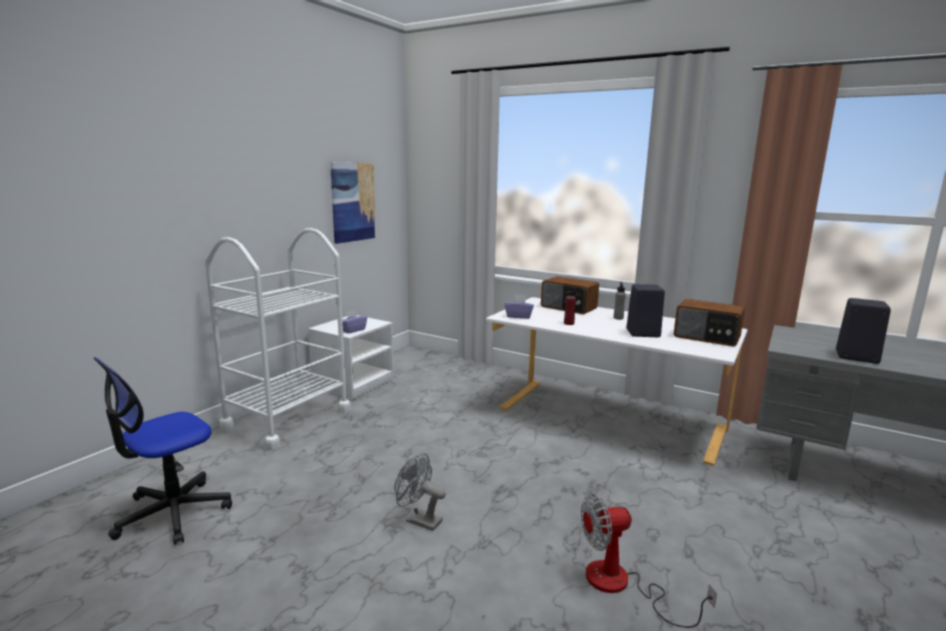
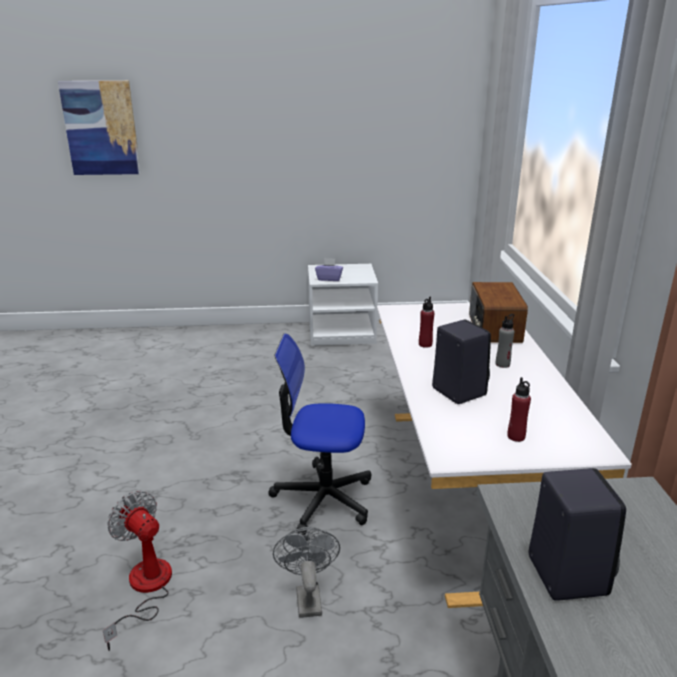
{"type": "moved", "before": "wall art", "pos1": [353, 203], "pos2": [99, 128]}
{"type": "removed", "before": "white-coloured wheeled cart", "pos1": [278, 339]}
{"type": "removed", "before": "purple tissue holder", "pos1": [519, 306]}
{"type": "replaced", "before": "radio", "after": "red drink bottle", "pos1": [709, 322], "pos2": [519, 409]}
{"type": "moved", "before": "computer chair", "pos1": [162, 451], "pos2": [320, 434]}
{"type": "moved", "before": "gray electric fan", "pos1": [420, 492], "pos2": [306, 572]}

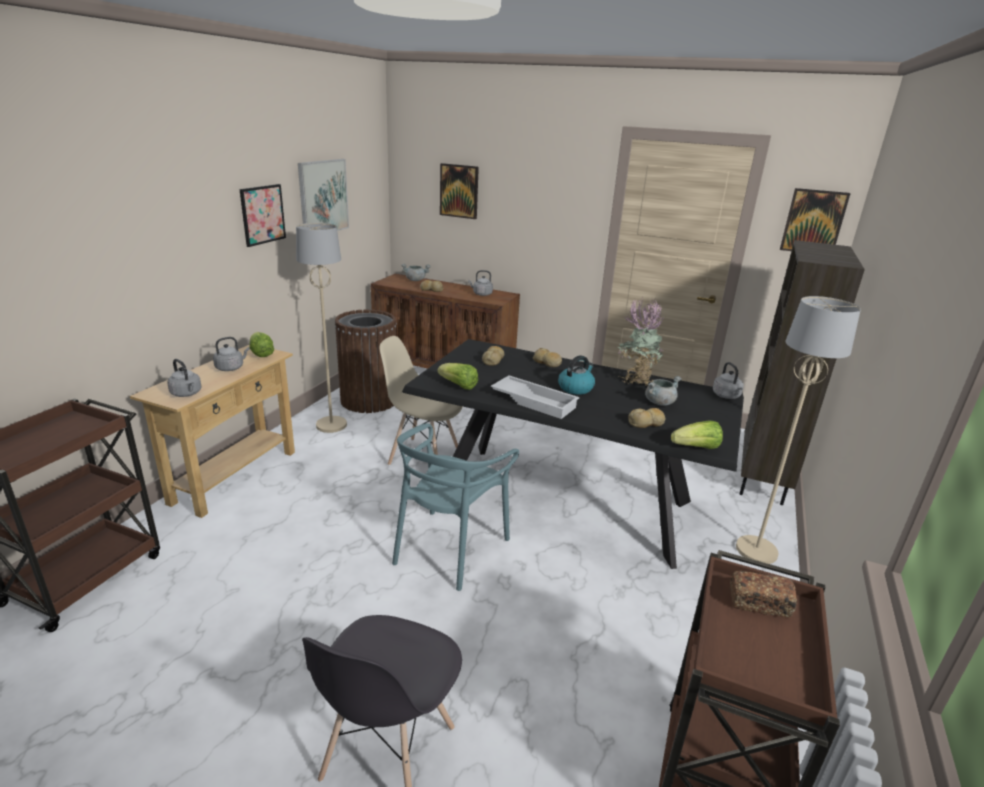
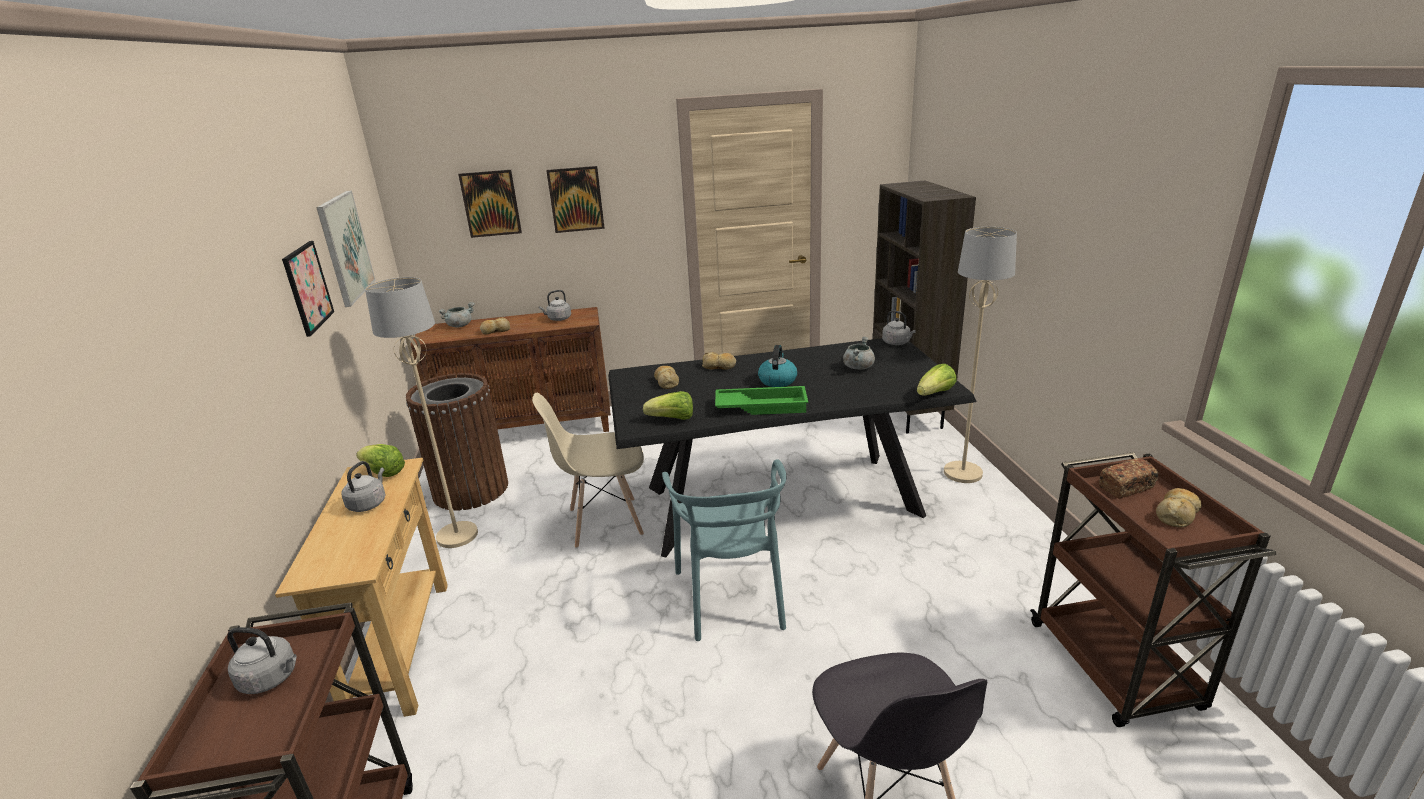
{"type": "moved", "before": "wall art", "pos1": [815, 219], "pos2": [575, 199]}
{"type": "removed", "before": "potted plant", "pos1": [641, 342]}
{"type": "moved", "before": "gray water kettle", "pos1": [184, 378], "pos2": [262, 660]}
{"type": "recoloured", "before": "white-coloured carrying tray", "after": "green carrying tray", "pos1": [535, 397], "pos2": [761, 400]}
{"type": "moved", "before": "bread", "pos1": [647, 418], "pos2": [1178, 508]}

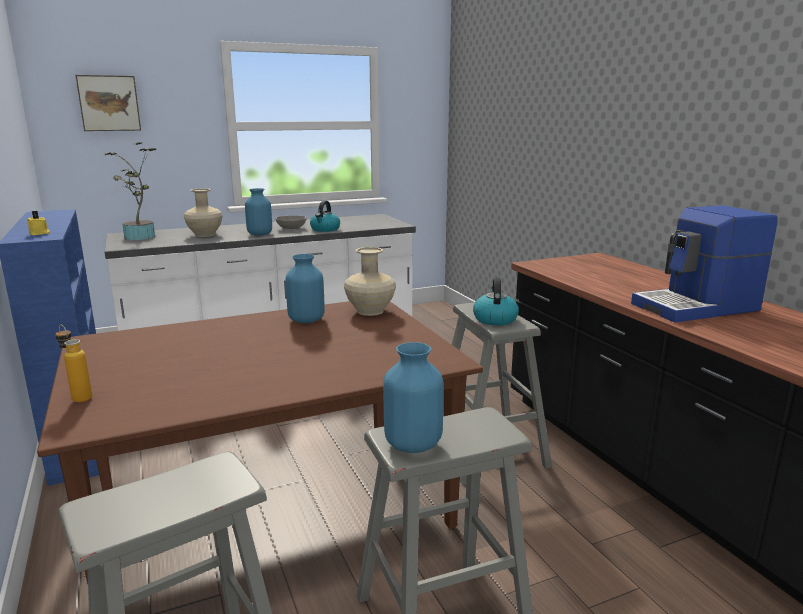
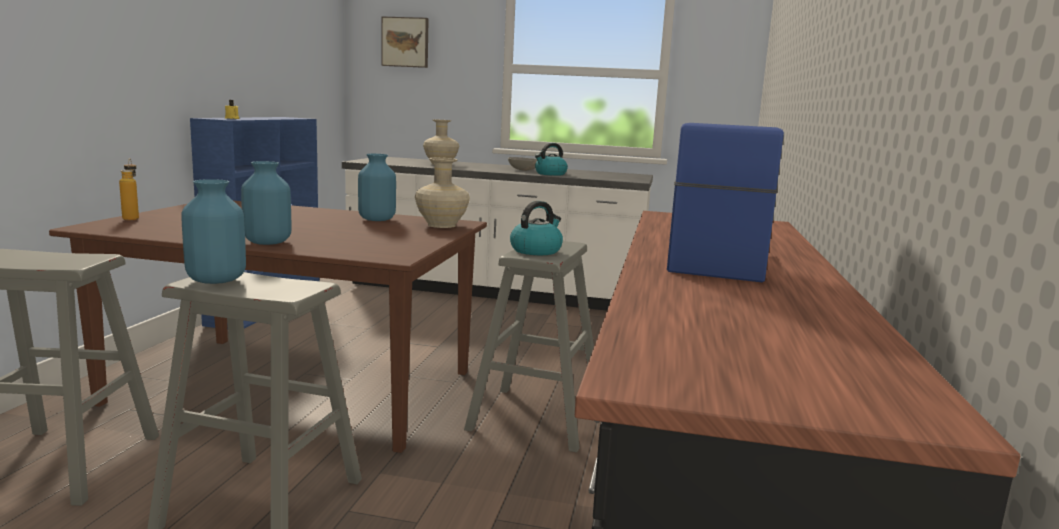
{"type": "removed", "before": "potted plant", "pos1": [130, 191]}
{"type": "moved", "before": "blue decorative vase", "pos1": [258, 211], "pos2": [266, 203]}
{"type": "turned", "before": "coffee brewer", "pos1": [704, 264], "pos2": [725, 202], "turn": 90}

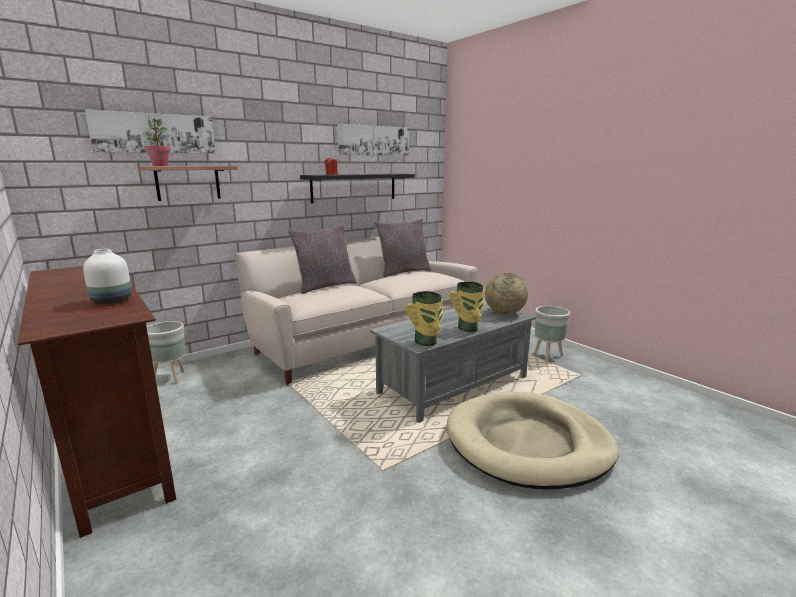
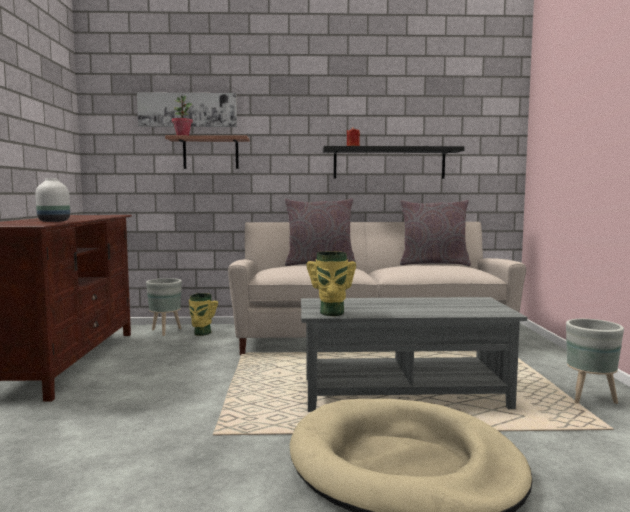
{"type": "removed", "before": "wall art", "pos1": [373, 140]}
{"type": "removed", "before": "world globe", "pos1": [506, 294]}
{"type": "moved", "before": "decorative vase", "pos1": [466, 307], "pos2": [203, 314]}

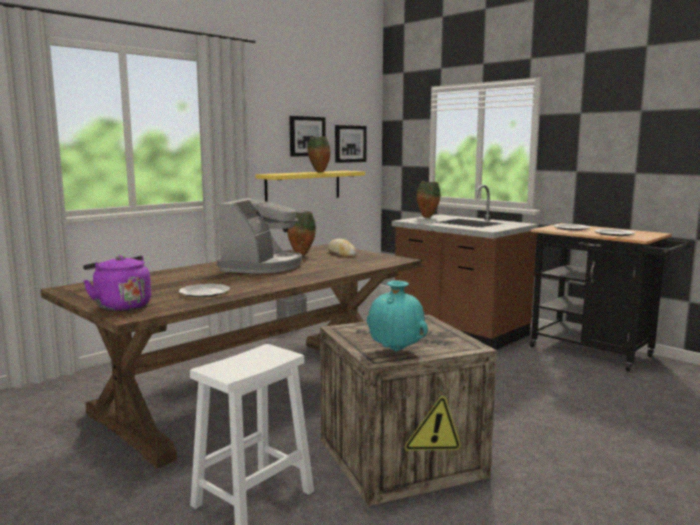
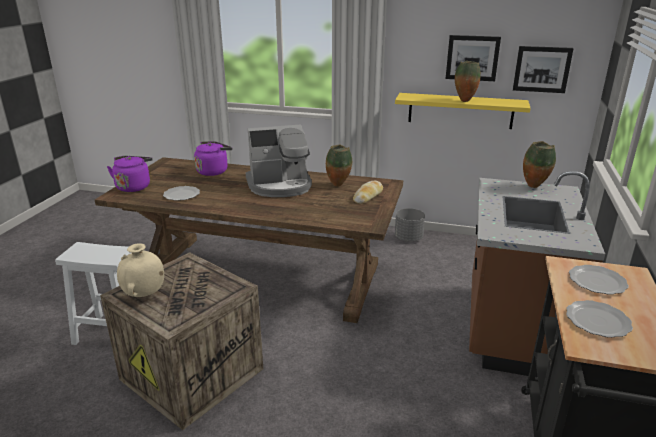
{"type": "recoloured", "before": "turquoise-coloured decorative vase", "after": "sand-coloured decorative vase", "pos1": [397, 316], "pos2": [140, 270]}
{"type": "added", "after": "purple water kettle", "pos2": [213, 158]}

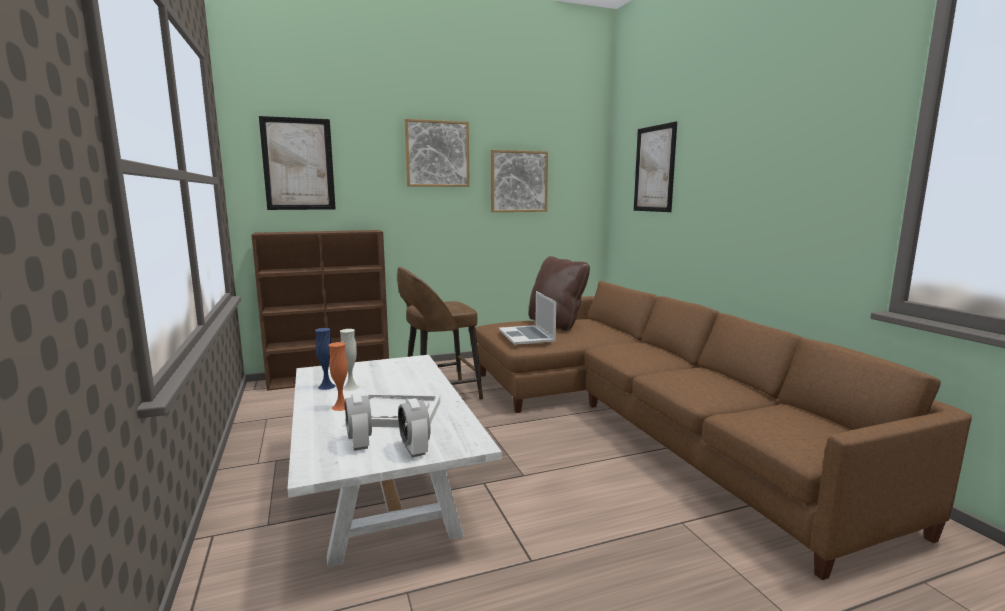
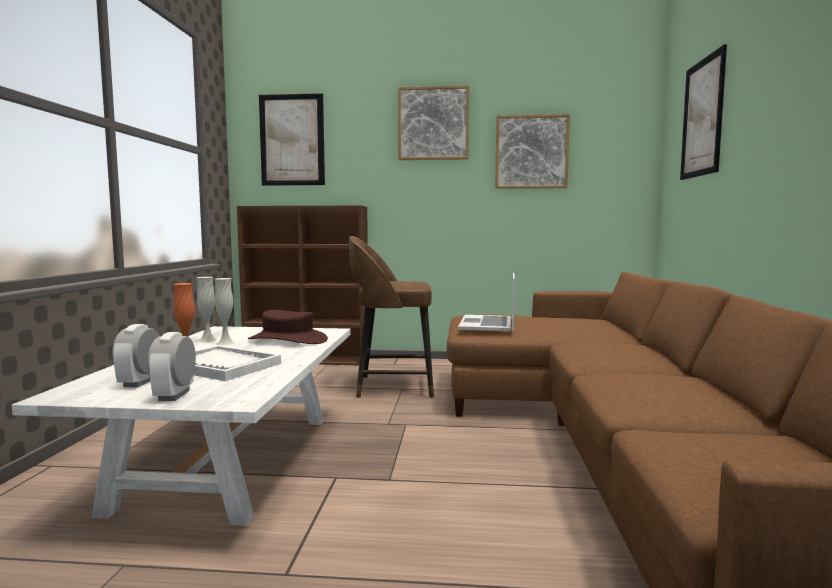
{"type": "removed", "before": "brownish pillow", "pos1": [559, 293]}
{"type": "recoloured", "before": "blue decorative vase", "after": "white-coloured decorative vase", "pos1": [325, 359], "pos2": [207, 309]}
{"type": "added", "after": "brownish clothing hat", "pos2": [288, 327]}

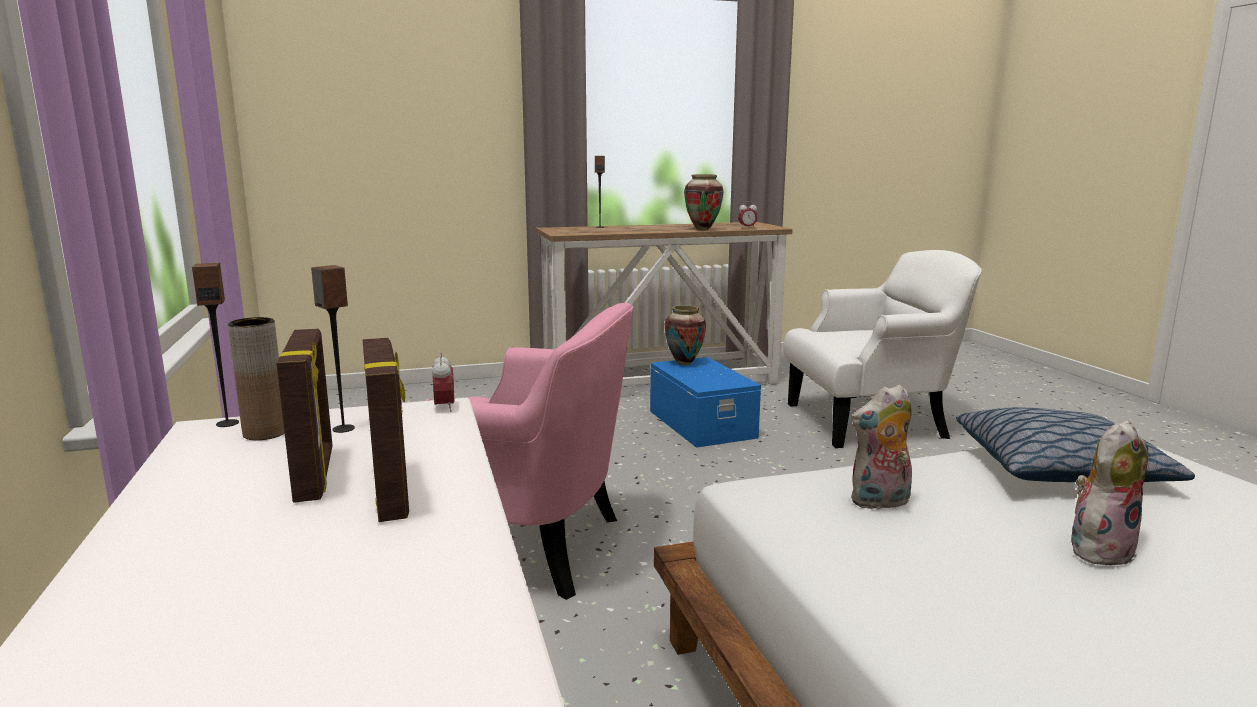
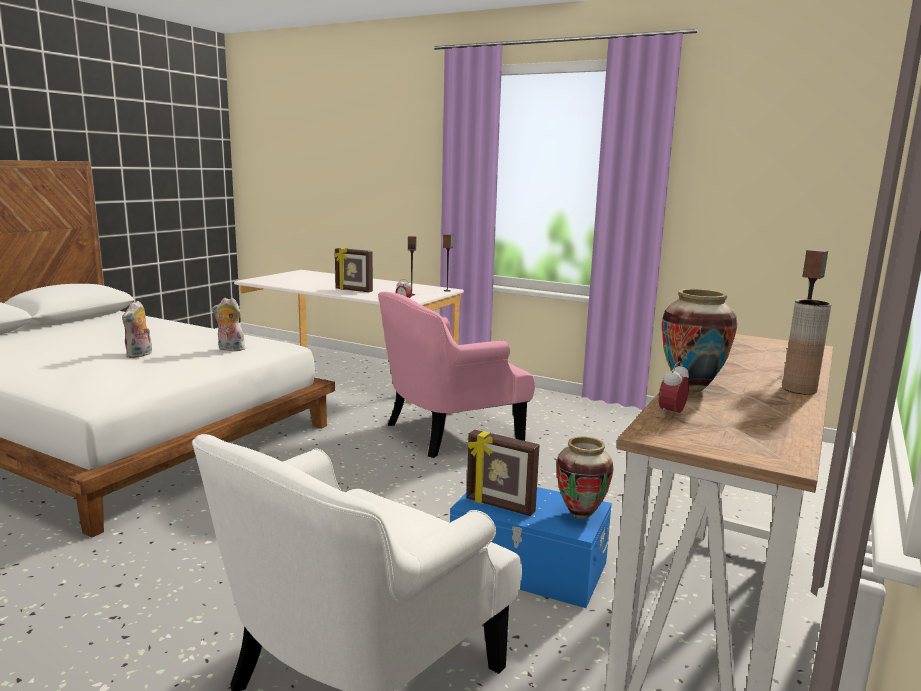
{"type": "moved", "before": "brownish decorative vase", "pos1": [256, 378], "pos2": [806, 347]}
{"type": "moved", "before": "picture frame", "pos1": [304, 416], "pos2": [503, 473]}
{"type": "turned", "before": "plush toy", "pos1": [881, 447], "pos2": [229, 324], "turn": -105}
{"type": "removed", "before": "pillow", "pos1": [1075, 444]}

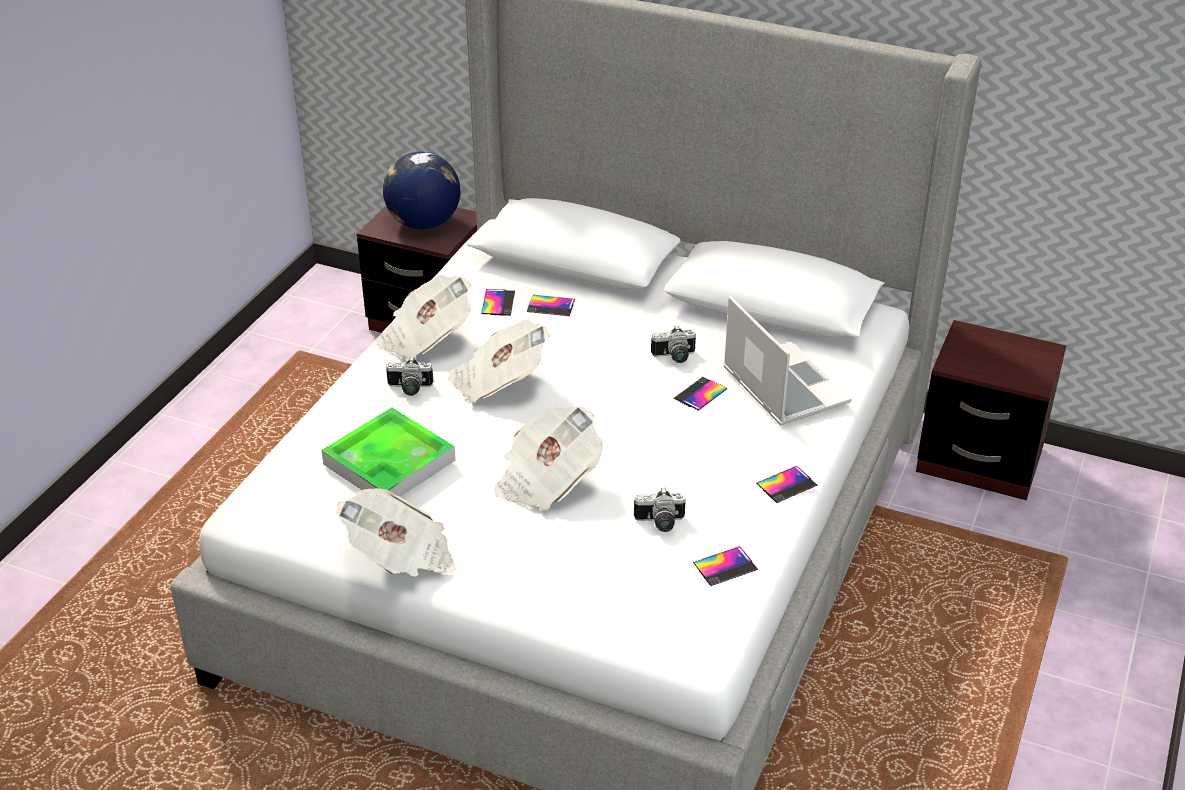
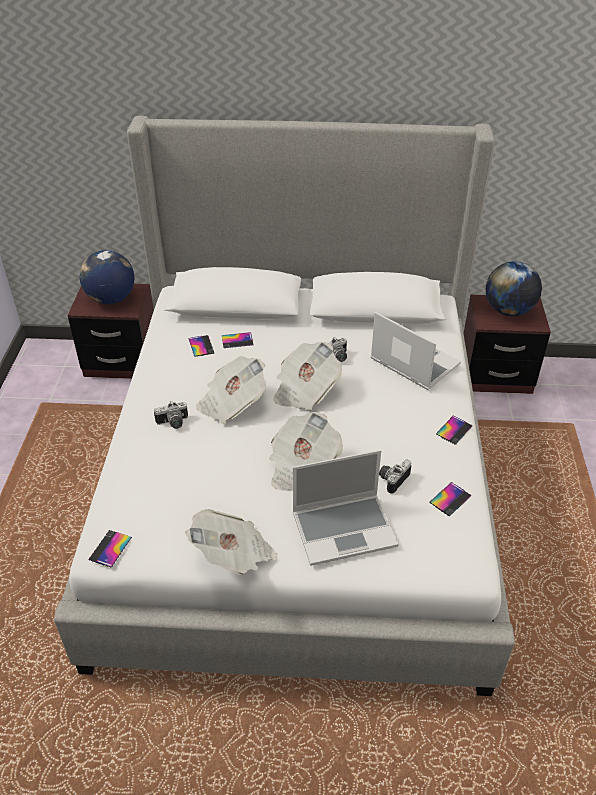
{"type": "moved", "before": "daily paper", "pos1": [423, 317], "pos2": [307, 376]}
{"type": "moved", "before": "telephone", "pos1": [701, 394], "pos2": [110, 549]}
{"type": "removed", "before": "carrying tray", "pos1": [388, 452]}
{"type": "turned", "before": "photo camera", "pos1": [660, 510], "pos2": [395, 476], "turn": 150}
{"type": "added", "after": "world globe", "pos2": [514, 288]}
{"type": "added", "after": "notebook computer", "pos2": [346, 508]}

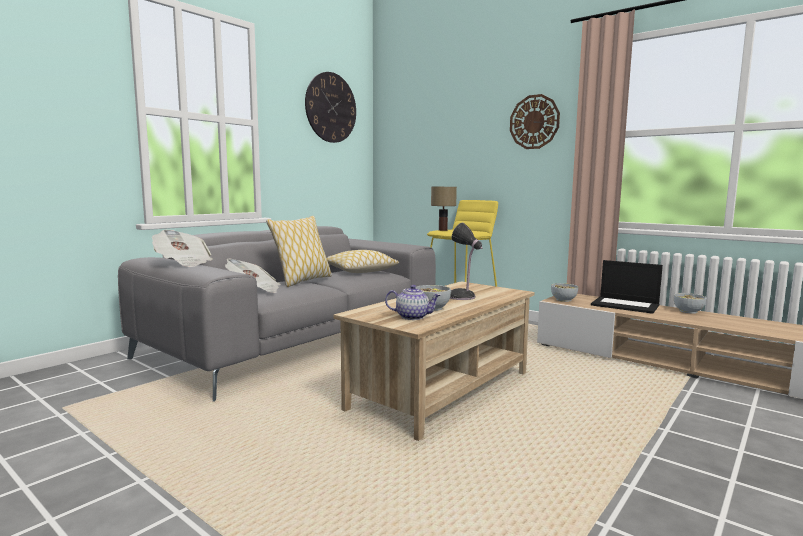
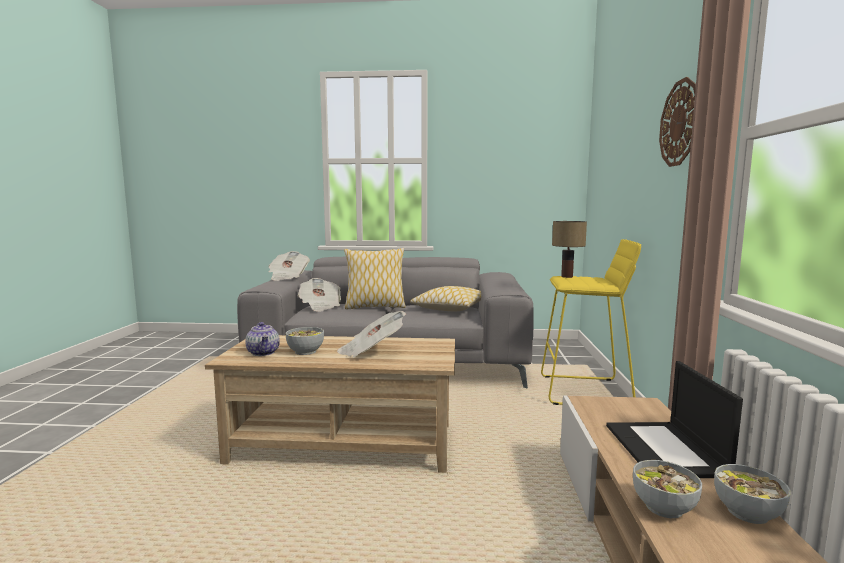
{"type": "removed", "before": "wall clock", "pos1": [330, 107]}
{"type": "replaced", "before": "lamp for a table", "after": "daily paper", "pos1": [466, 261], "pos2": [371, 334]}
{"type": "moved", "before": "serving bowl", "pos1": [564, 292], "pos2": [667, 489]}

